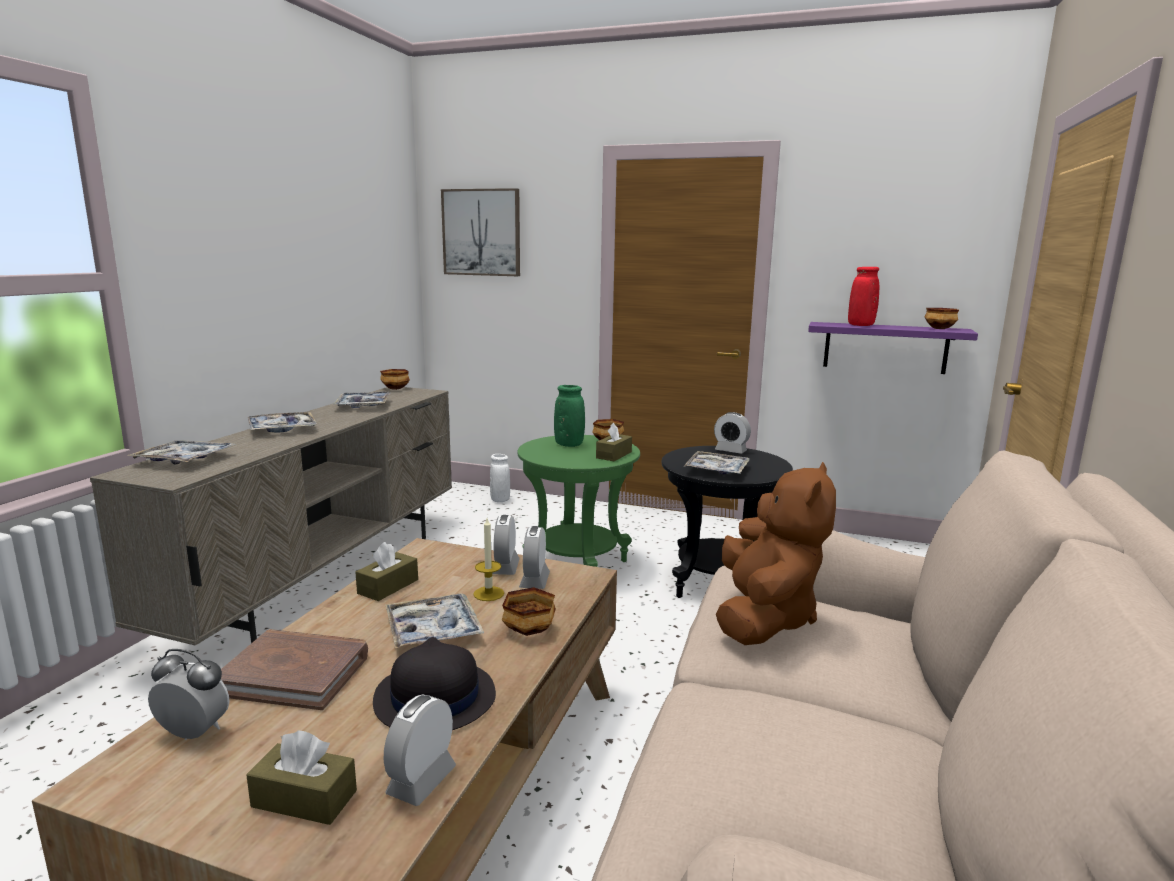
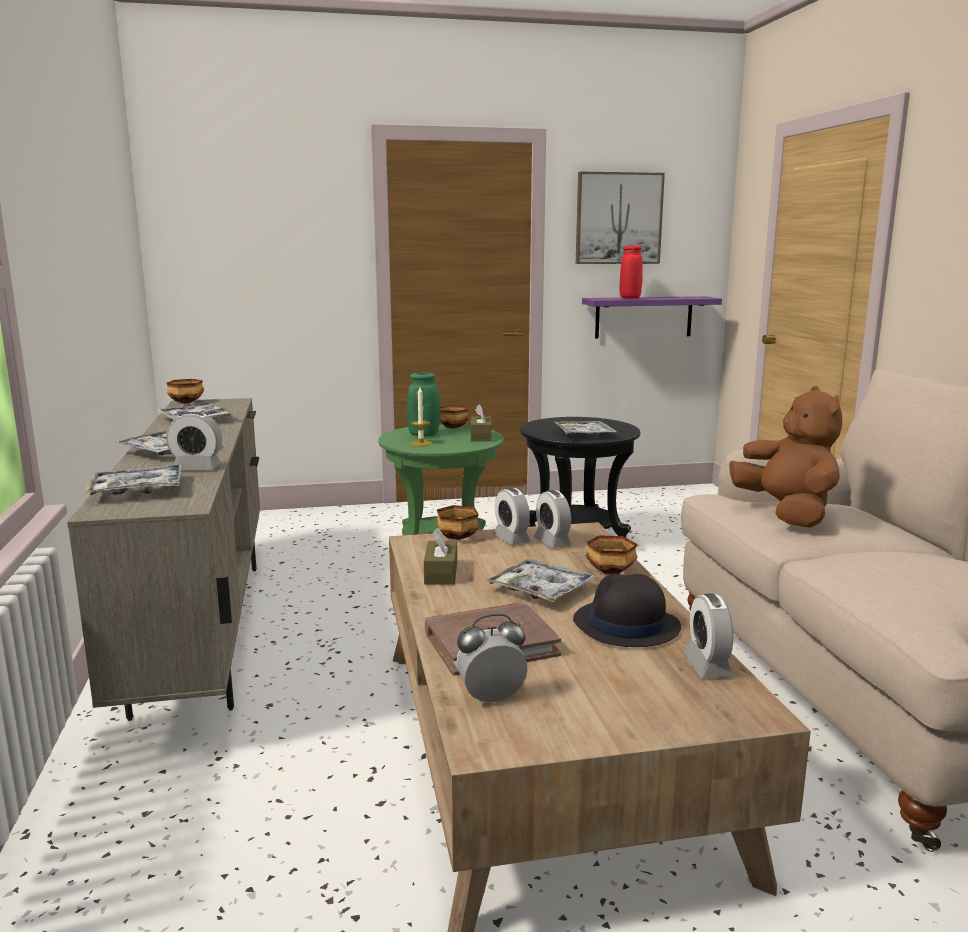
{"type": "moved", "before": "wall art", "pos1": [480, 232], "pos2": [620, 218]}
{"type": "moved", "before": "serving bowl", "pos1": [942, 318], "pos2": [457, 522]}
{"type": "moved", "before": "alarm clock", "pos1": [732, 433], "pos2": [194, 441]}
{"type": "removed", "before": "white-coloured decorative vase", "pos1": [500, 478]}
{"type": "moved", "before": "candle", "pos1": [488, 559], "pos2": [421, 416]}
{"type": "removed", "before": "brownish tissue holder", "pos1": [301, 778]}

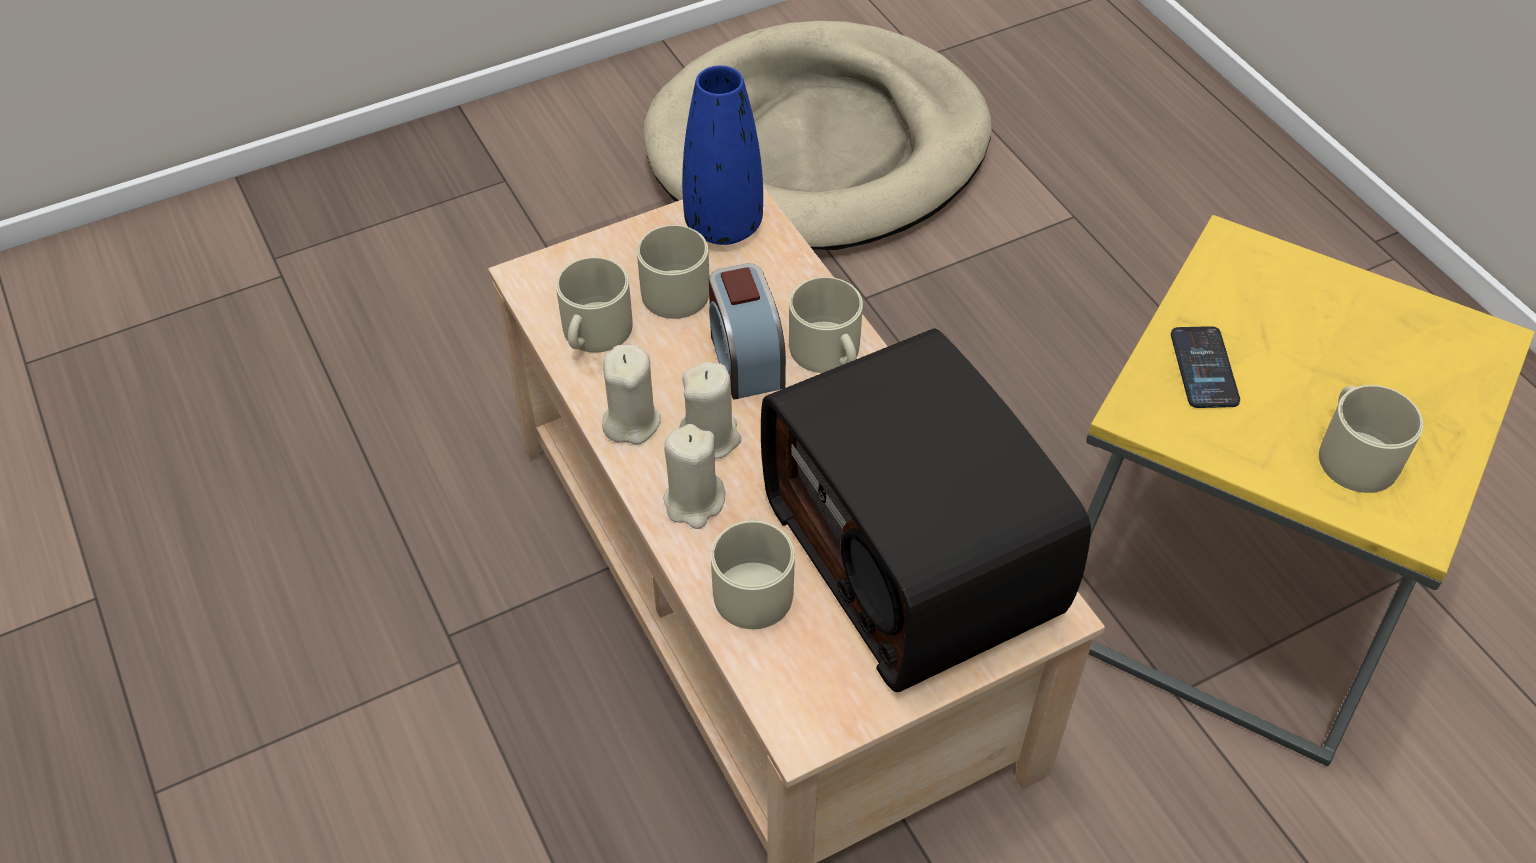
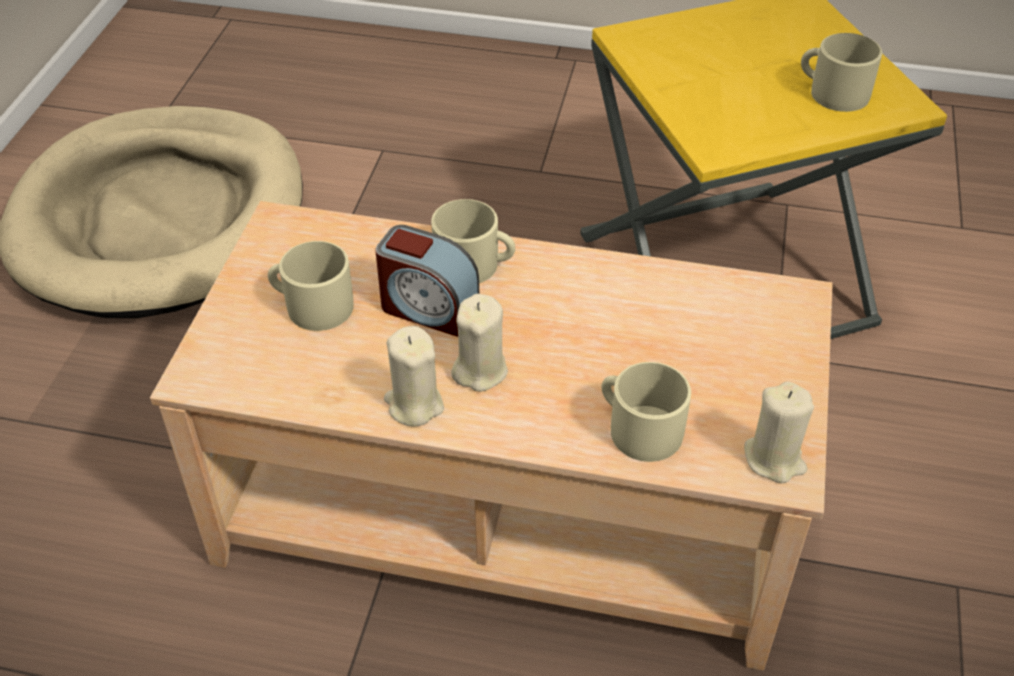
{"type": "removed", "before": "blue decorative vase", "pos1": [722, 155]}
{"type": "removed", "before": "sand-coloured tea mug", "pos1": [594, 305]}
{"type": "removed", "before": "telephone", "pos1": [1205, 367]}
{"type": "removed", "before": "radio", "pos1": [926, 510]}
{"type": "moved", "before": "sand-coloured candle", "pos1": [694, 476], "pos2": [779, 432]}

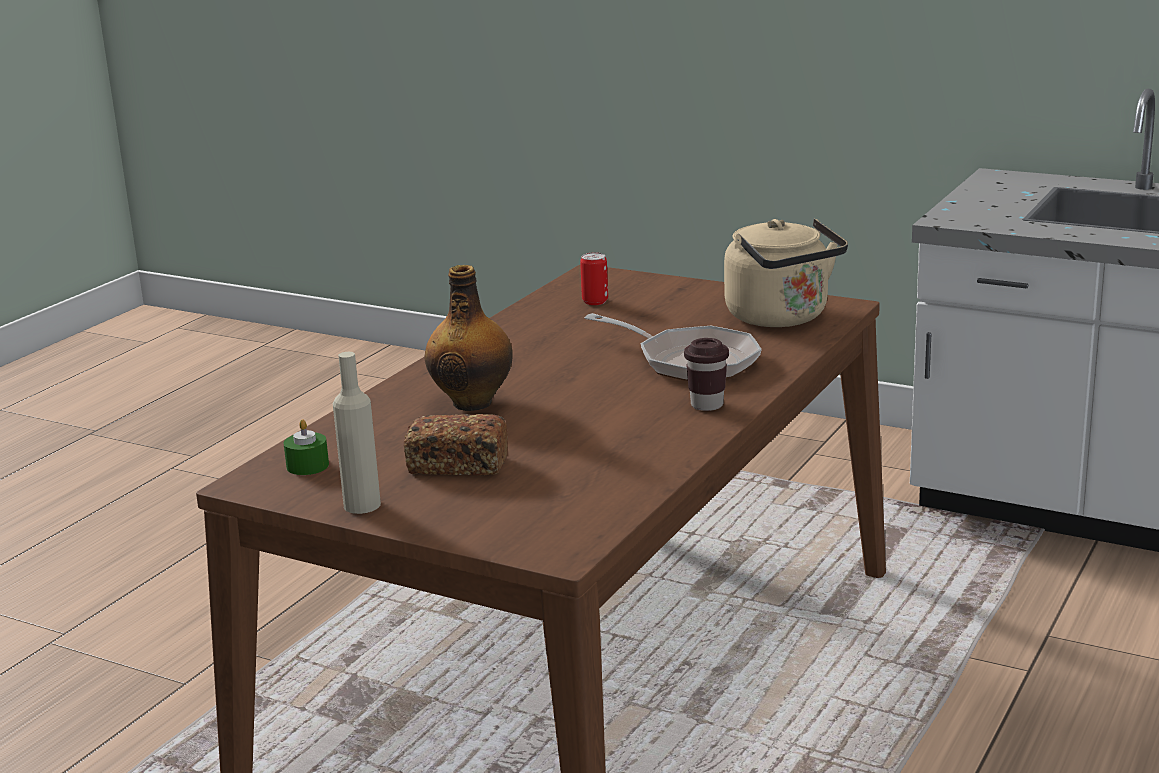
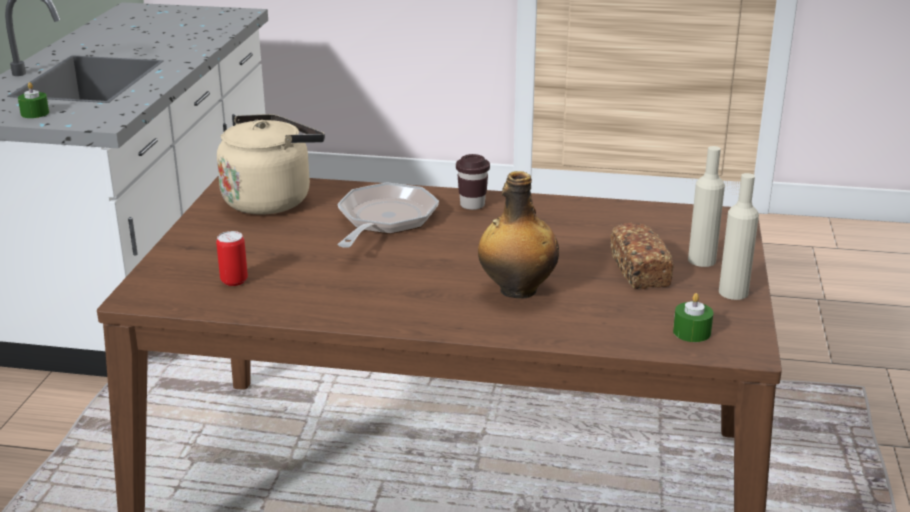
{"type": "added", "after": "green candle", "pos2": [33, 100]}
{"type": "added", "after": "sand-coloured drink bottle", "pos2": [706, 206]}

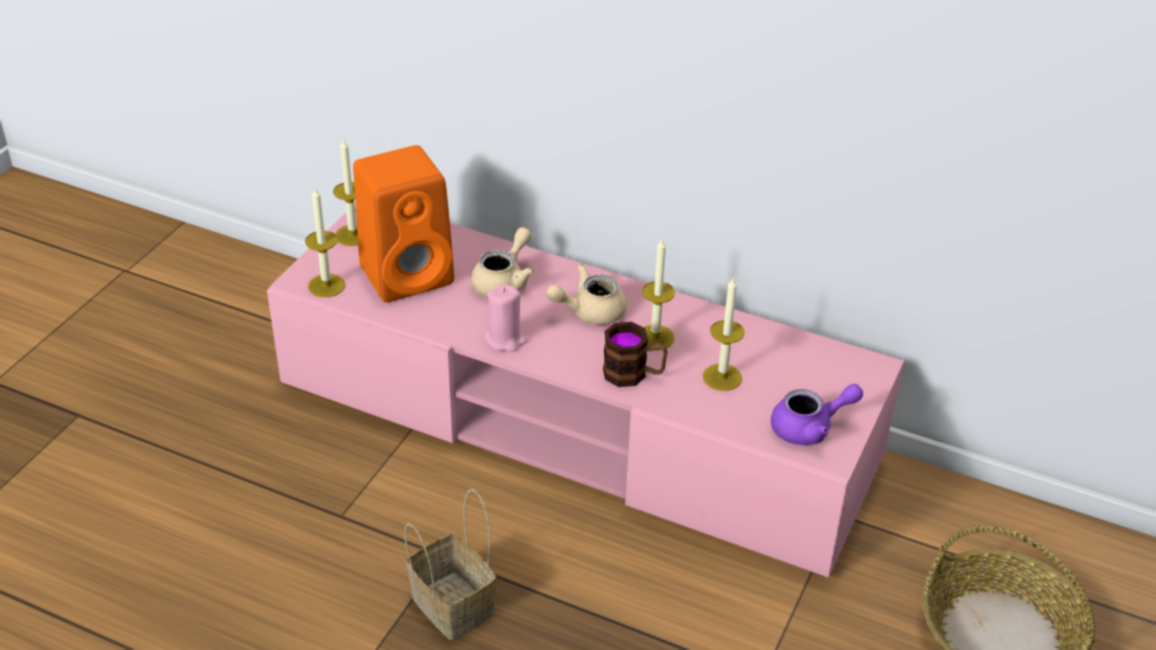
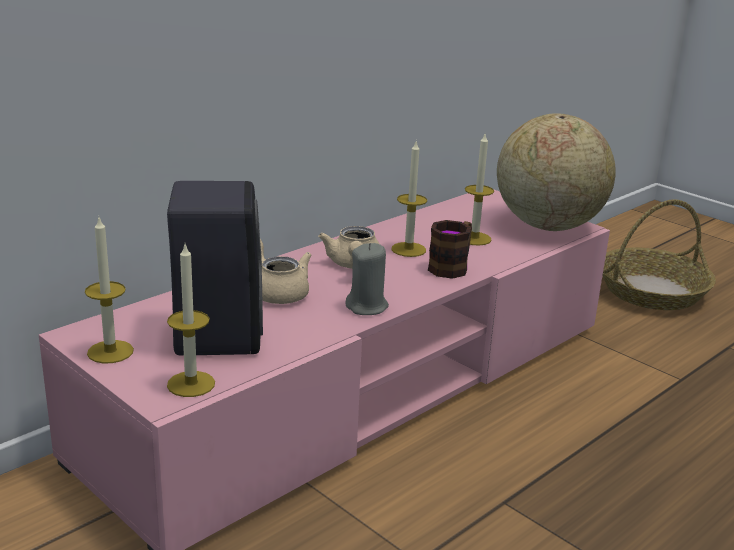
{"type": "recoloured", "before": "orange-coloured loudspeaker", "after": "black-coloured loudspeaker", "pos1": [403, 223], "pos2": [215, 268]}
{"type": "recoloured", "before": "pink candle", "after": "gray candle", "pos1": [506, 318], "pos2": [367, 279]}
{"type": "replaced", "before": "purple pot for tea", "after": "world globe", "pos1": [817, 414], "pos2": [556, 172]}
{"type": "removed", "before": "basket", "pos1": [450, 564]}

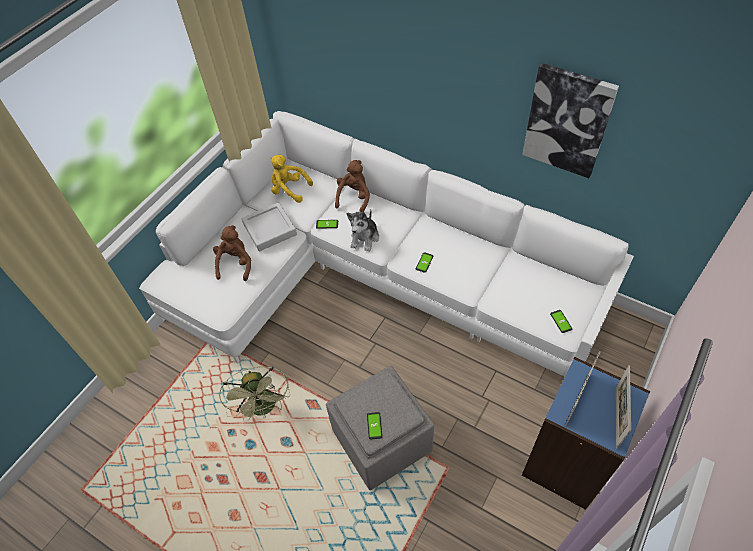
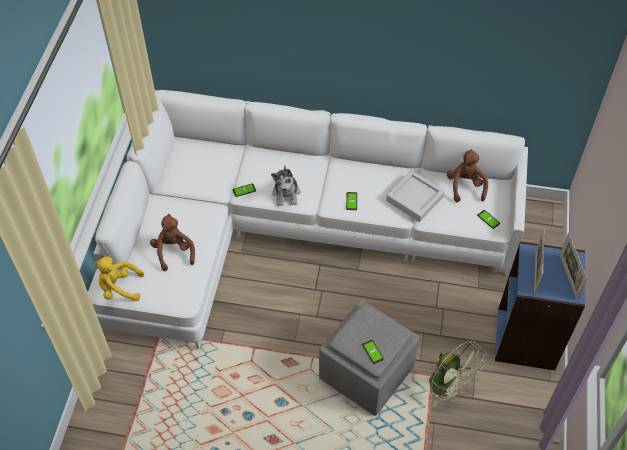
{"type": "removed", "before": "wall art", "pos1": [570, 120]}
{"type": "moved", "before": "yellow plush toy", "pos1": [292, 179], "pos2": [119, 278]}
{"type": "moved", "before": "brownish plush toy", "pos1": [352, 186], "pos2": [467, 175]}
{"type": "moved", "before": "gray carrying tray", "pos1": [269, 226], "pos2": [415, 196]}
{"type": "moved", "before": "green electric fan", "pos1": [254, 394], "pos2": [458, 373]}

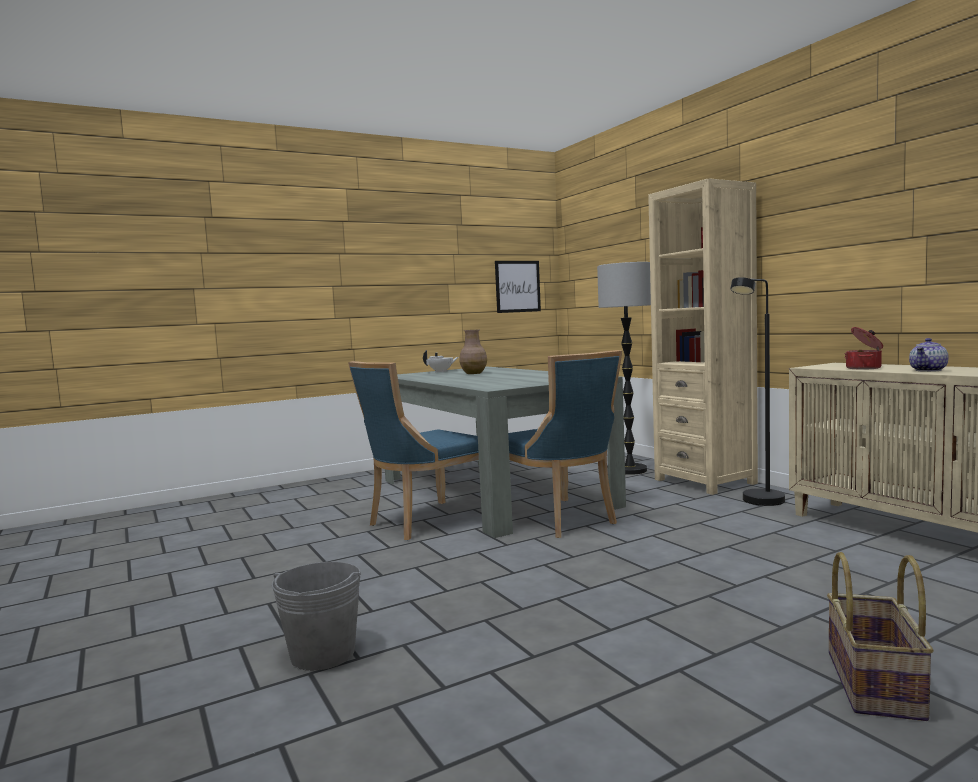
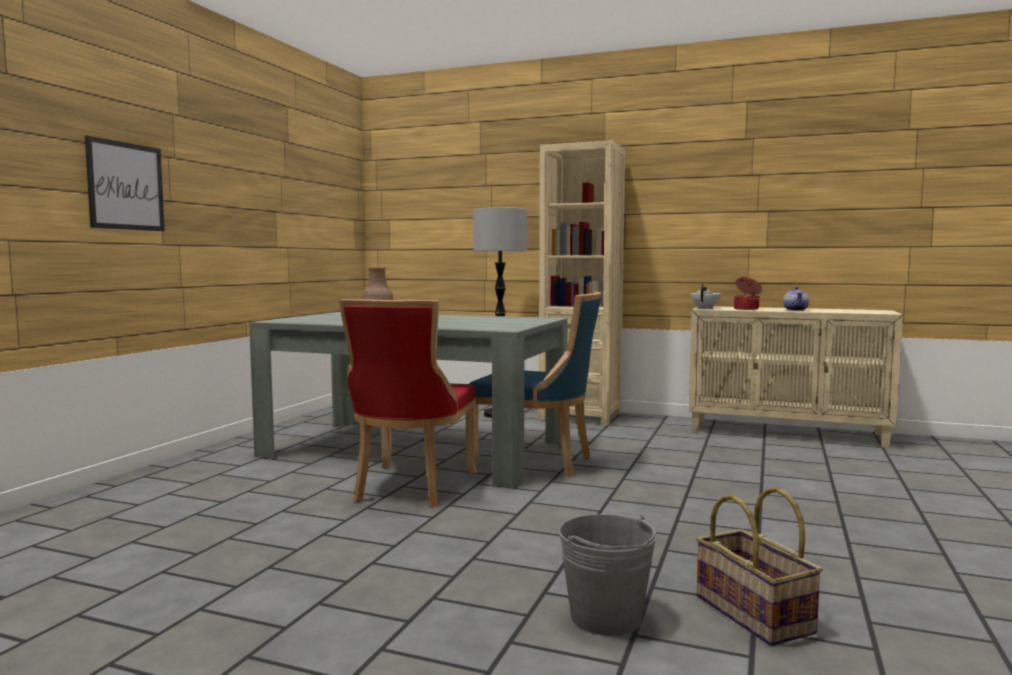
{"type": "moved", "before": "wall art", "pos1": [518, 287], "pos2": [125, 183]}
{"type": "removed", "before": "black-coloured standing lamp", "pos1": [757, 391]}
{"type": "moved", "before": "white-coloured pot for tea", "pos1": [441, 361], "pos2": [706, 296]}
{"type": "recoloured", "before": "blue chair", "after": "red chair", "pos1": [413, 450], "pos2": [408, 403]}
{"type": "moved", "before": "basket", "pos1": [880, 636], "pos2": [759, 566]}

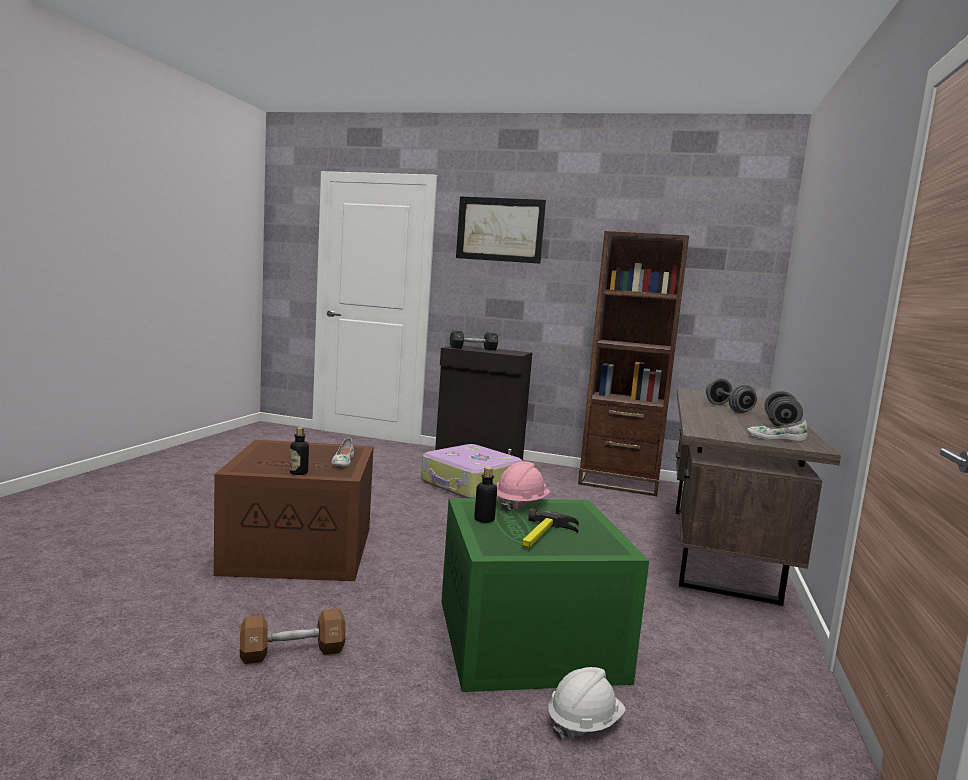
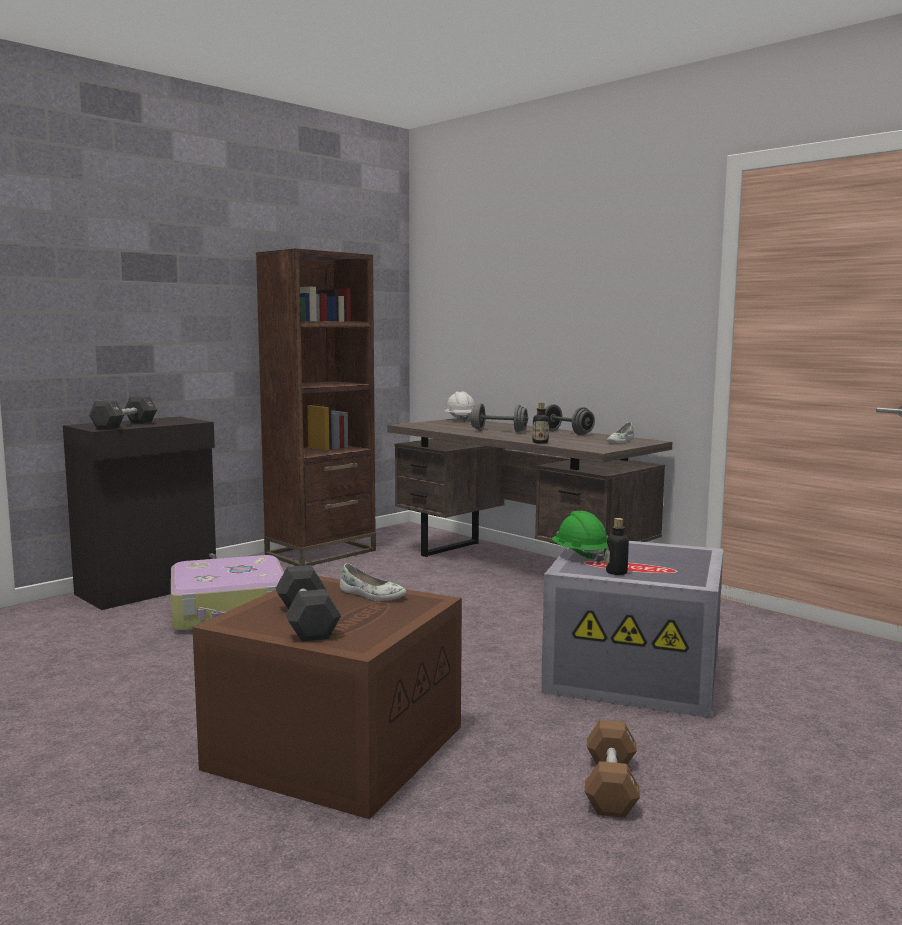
{"type": "removed", "before": "wall art", "pos1": [501, 230]}
{"type": "moved", "before": "drink bottle", "pos1": [299, 451], "pos2": [540, 423]}
{"type": "recoloured", "before": "pink safety helmet", "after": "green safety helmet", "pos1": [523, 486], "pos2": [579, 537]}
{"type": "recoloured", "before": "green storage box", "after": "gray storage box", "pos1": [545, 595], "pos2": [632, 629]}
{"type": "removed", "before": "hand hammer", "pos1": [550, 528]}
{"type": "moved", "before": "white-coloured safety helmet", "pos1": [587, 703], "pos2": [460, 407]}
{"type": "added", "after": "black-coloured dumbbell", "pos2": [308, 603]}

